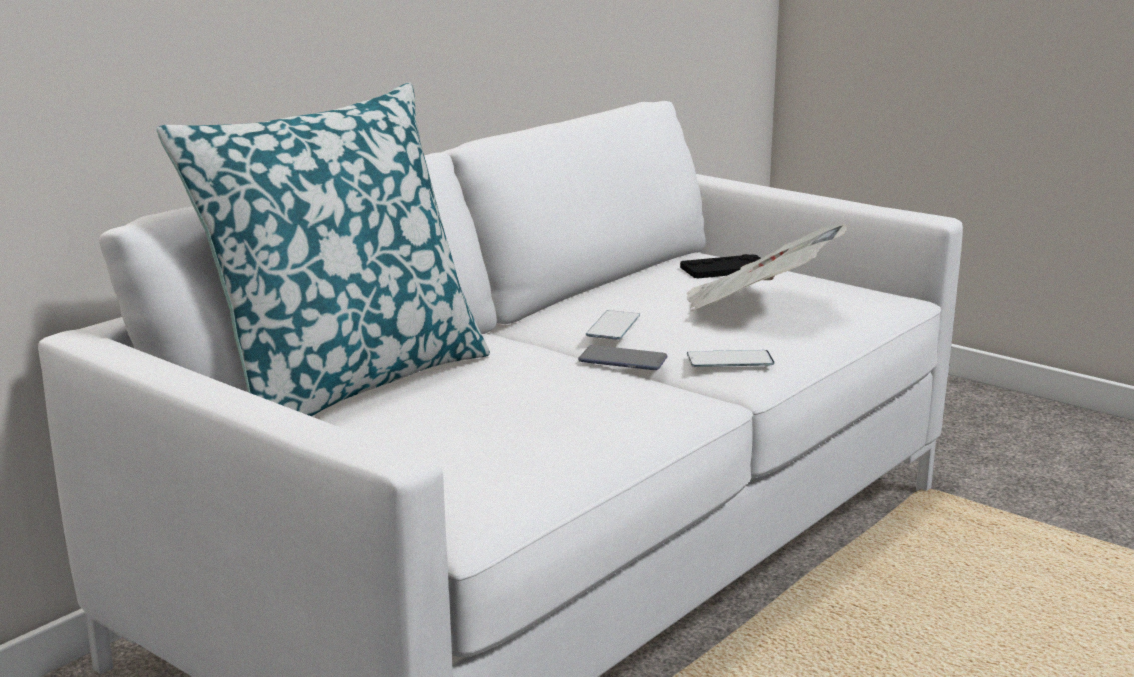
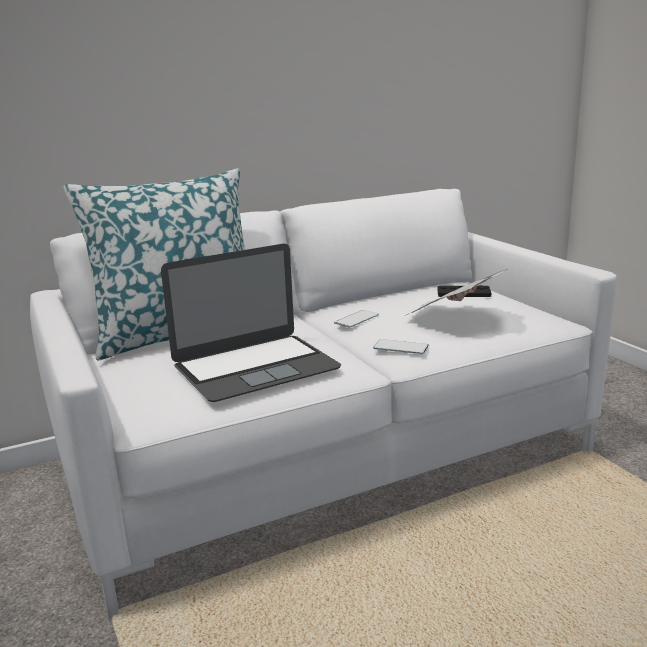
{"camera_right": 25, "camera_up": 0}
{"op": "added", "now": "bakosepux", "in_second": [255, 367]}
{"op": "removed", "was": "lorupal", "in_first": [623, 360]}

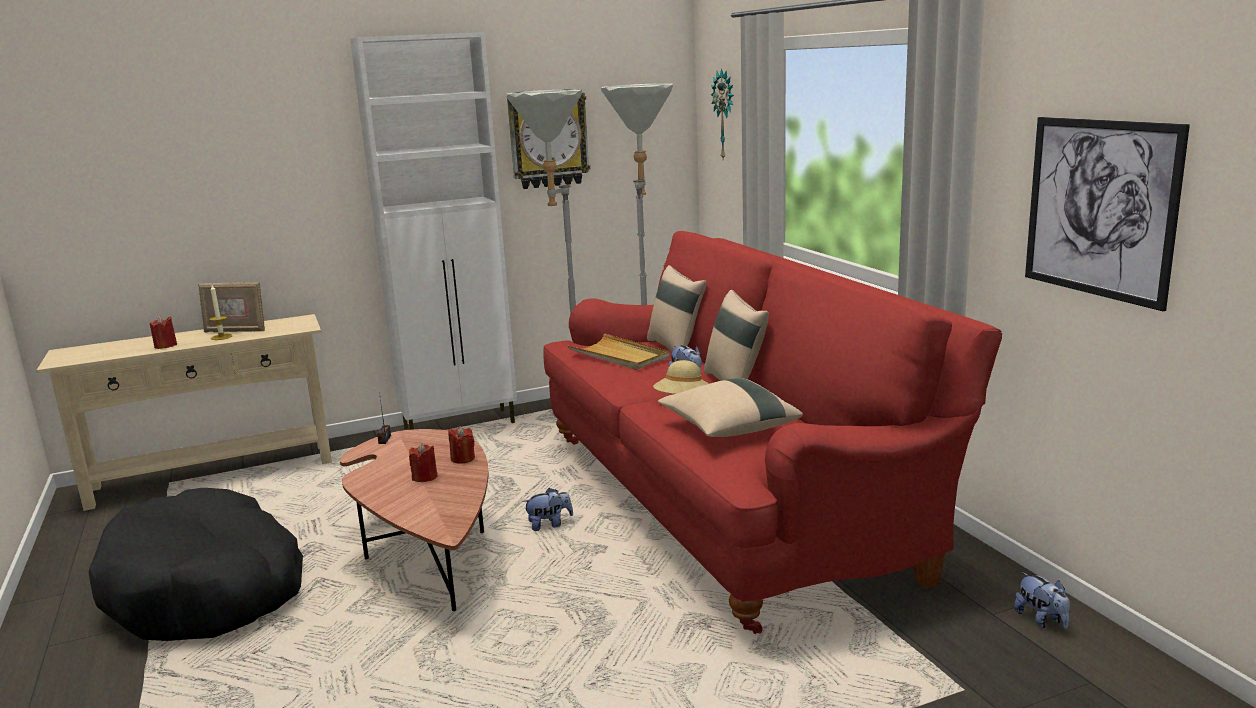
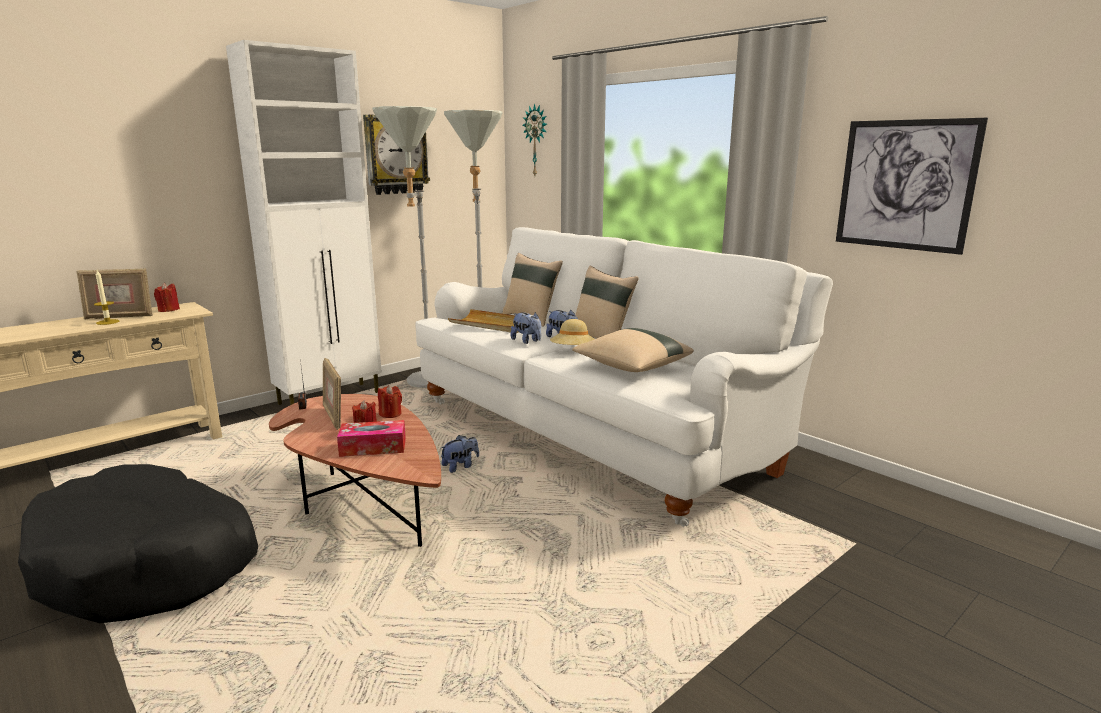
{"camera_right": -20, "camera_up": 0}
{"op": "moved", "was": "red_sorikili", "in_first": [165, 346], "in_second": [168, 310]}
{"op": "added", "now": "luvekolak", "in_second": [334, 417]}
{"op": "added", "now": "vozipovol", "in_second": [373, 447]}
{"op": "recoloured", "was": "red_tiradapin", "now": "white_tiradapin", "in_first": [729, 499], "in_second": [593, 432]}
{"op": "moved", "was": "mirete", "in_first": [1041, 620], "in_second": [527, 341]}

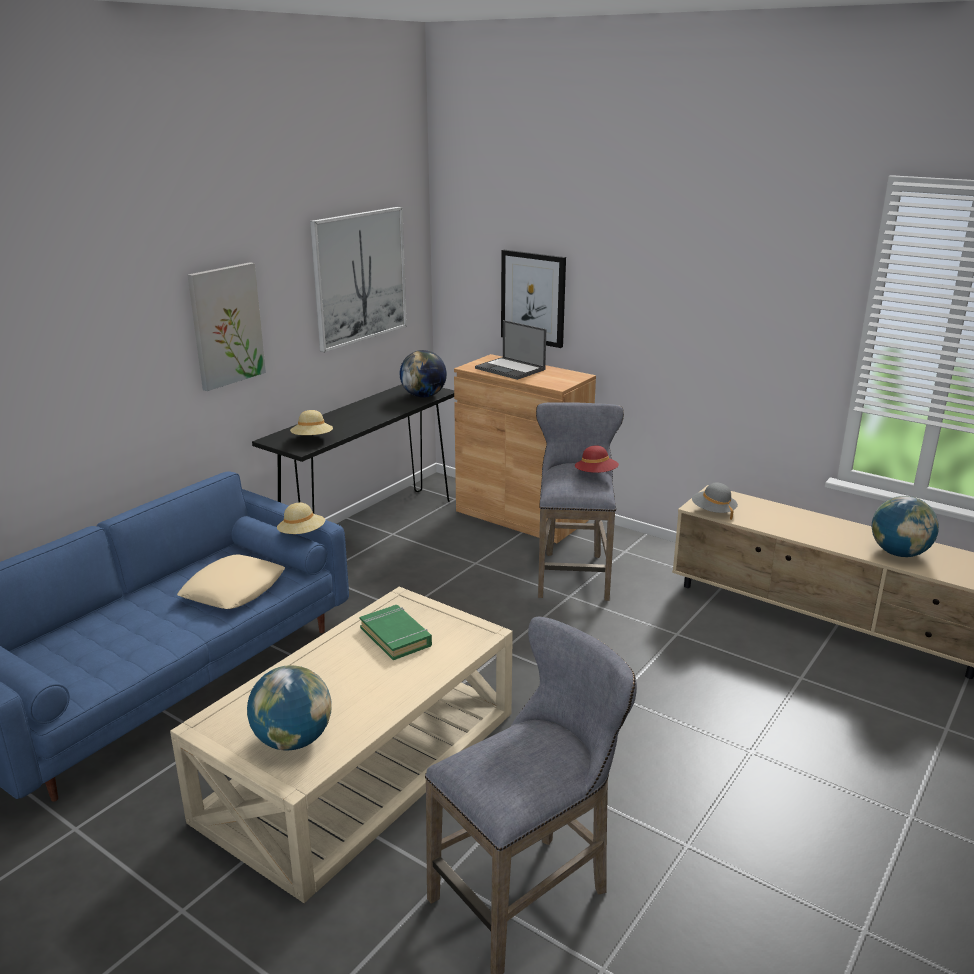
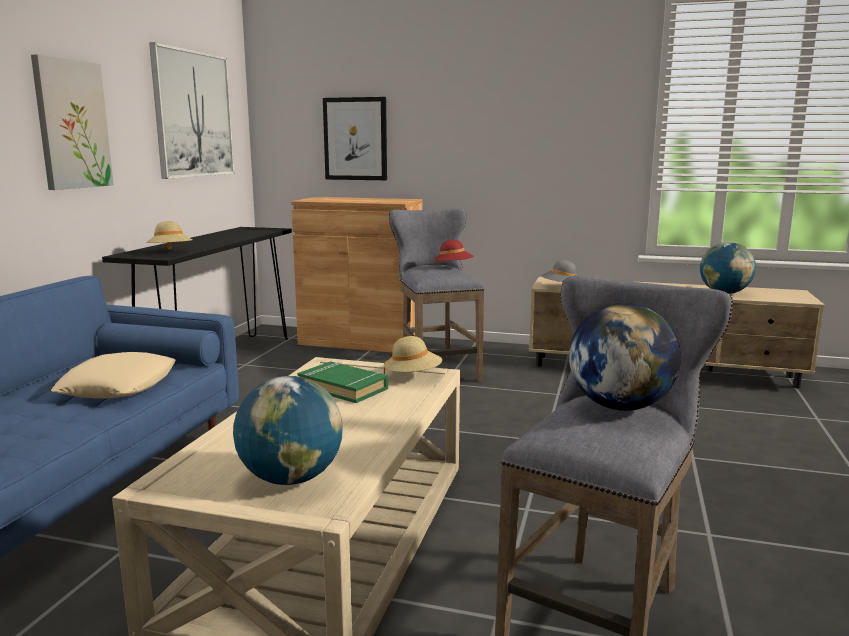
{"camera_right": -20, "camera_up": -10}
{"op": "moved", "was": "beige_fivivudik", "in_first": [302, 534], "in_second": [413, 376]}
{"op": "moved", "was": "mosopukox", "in_first": [423, 396], "in_second": [619, 406]}
{"op": "removed", "was": "bakosepux", "in_first": [511, 369]}

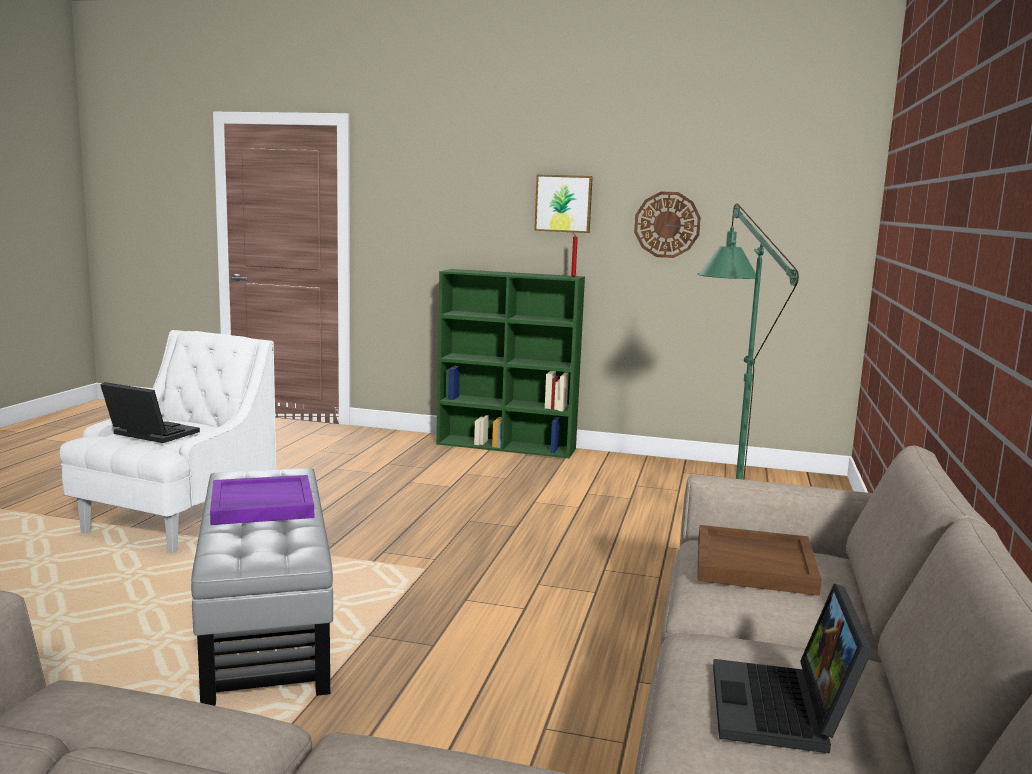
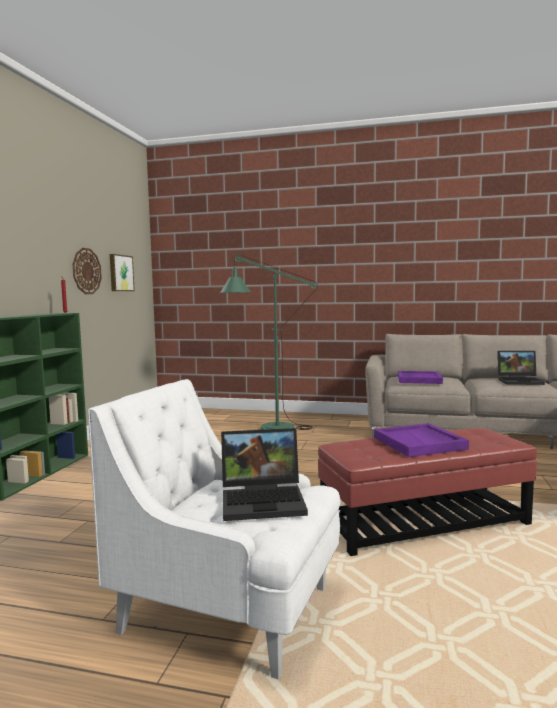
{"camera_right": -90, "camera_up": -5}
{"op": "moved", "was": "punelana", "in_first": [563, 203], "in_second": [120, 273]}
{"op": "turned", "was": "bakosepux", "in_first": [149, 434], "in_second": [264, 500], "clockwise": -120}
{"op": "recoloured", "was": "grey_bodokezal", "now": "red_bodokezal", "in_first": [267, 623], "in_second": [423, 523]}
{"op": "recoloured", "was": "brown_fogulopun", "now": "purple_fogulopun", "in_first": [755, 564], "in_second": [418, 379]}

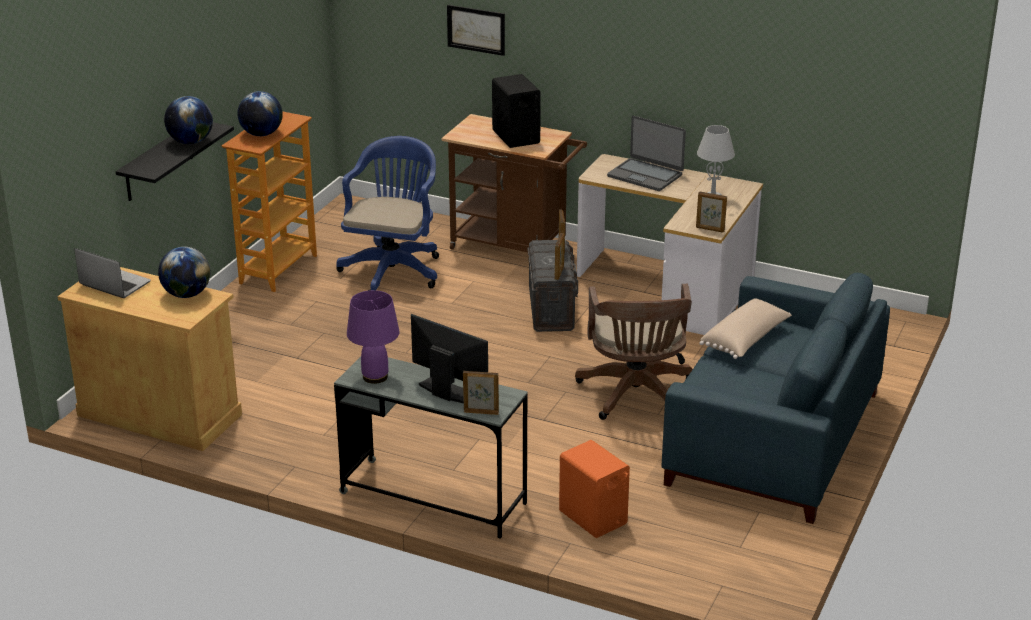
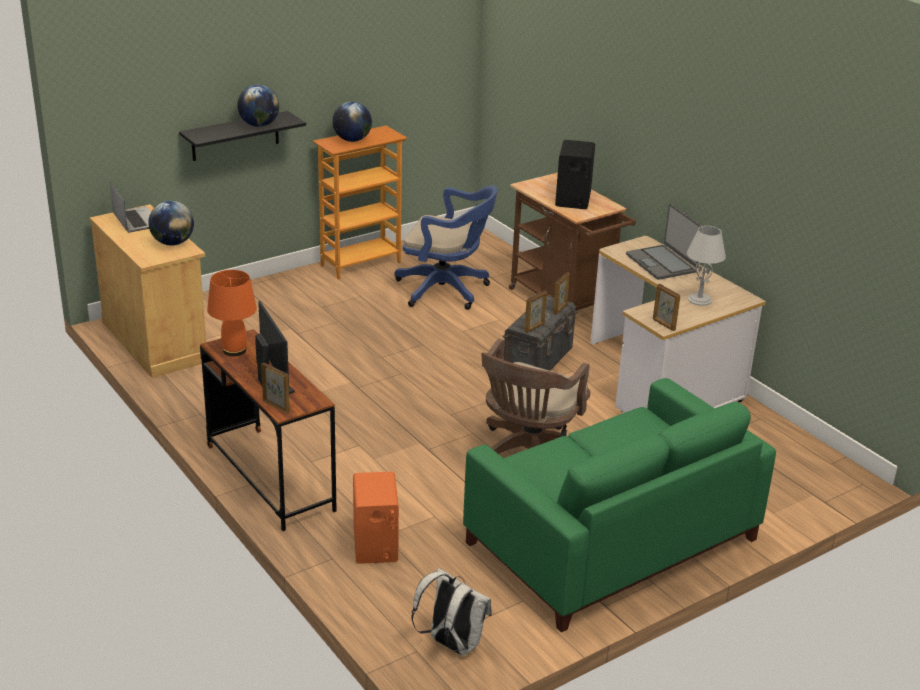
{"camera_right": 30, "camera_up": 0}
{"op": "recoloured", "was": "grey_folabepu", "now": "brown_folabepu", "in_first": [433, 498], "in_second": [269, 478]}
{"op": "recoloured", "was": "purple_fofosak", "now": "orange_fofosak", "in_first": [375, 377], "in_second": [234, 350]}
{"op": "turned", "was": "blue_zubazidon", "in_first": [393, 269], "in_second": [447, 290], "clockwise": 60}
{"op": "added", "now": "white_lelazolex", "in_second": [451, 644]}
{"op": "recoloured", "was": "blue_tiradapin", "now": "green_tiradapin", "in_first": [772, 438], "in_second": [610, 540]}
{"op": "removed", "was": "punelana", "in_first": [476, 29]}
{"op": "removed", "was": "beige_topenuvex", "in_first": [746, 340]}

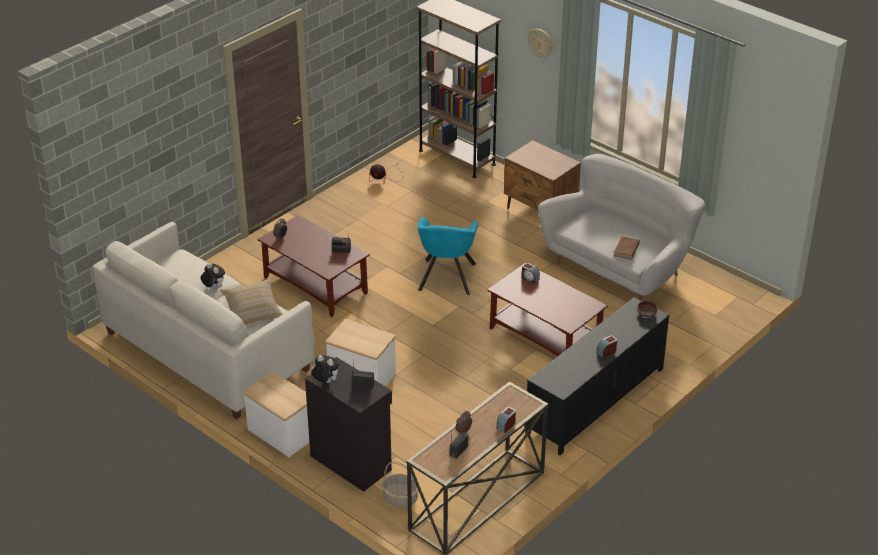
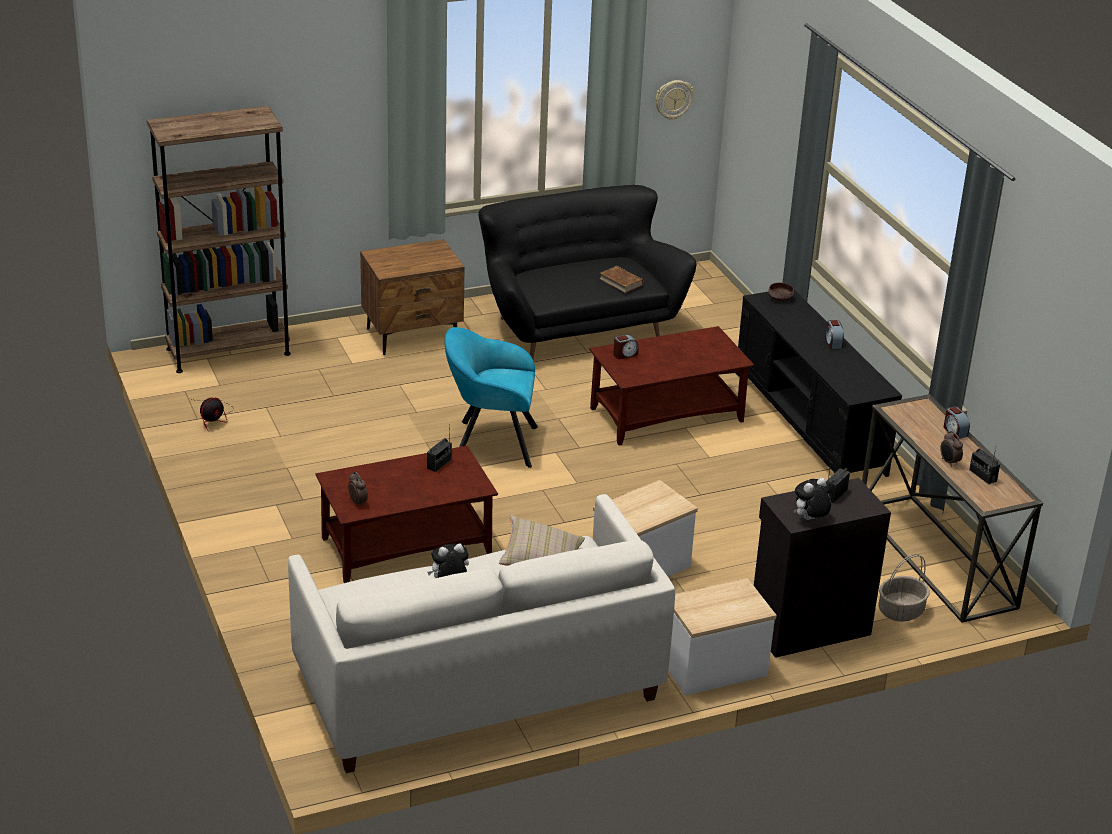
{"camera_right": -65, "camera_up": -5}
{"op": "turned", "was": "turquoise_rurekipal", "in_first": [446, 279], "in_second": [490, 443], "clockwise": 150}
{"op": "recoloured", "was": "white_tiradapin", "now": "black_tiradapin", "in_first": [619, 268], "in_second": [577, 326]}
{"op": "moved", "was": "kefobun", "in_first": [541, 43], "in_second": [673, 99]}

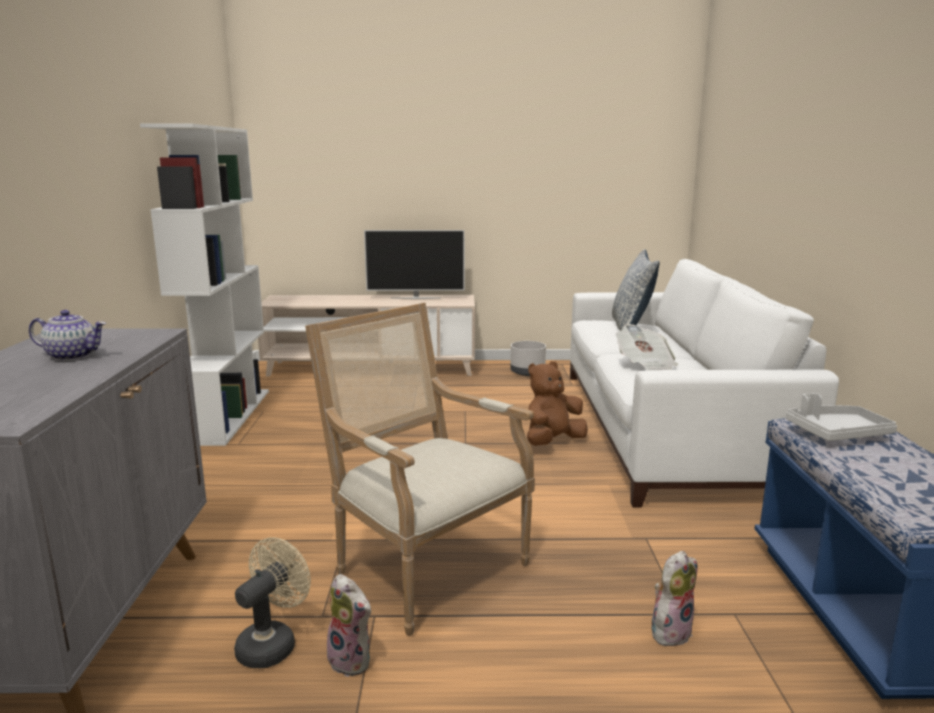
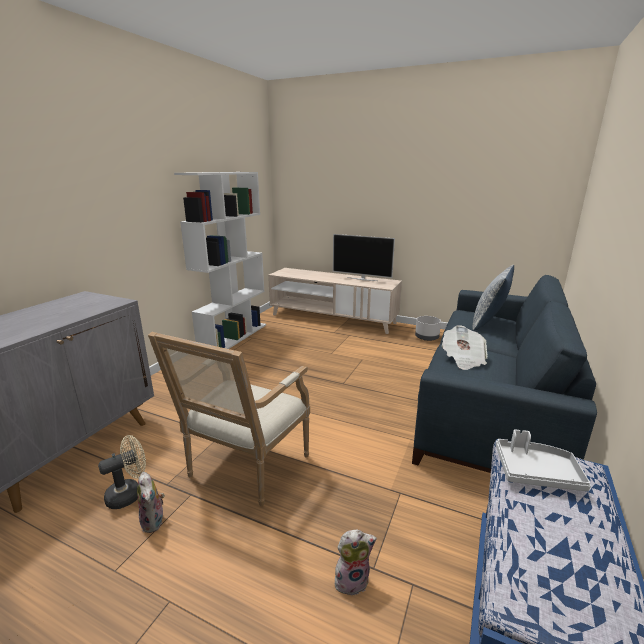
{"camera_right": 25, "camera_up": 5}
{"op": "turned", "was": "rurekipal", "in_first": [423, 567], "in_second": [244, 469], "clockwise": -135}
{"op": "recoloured", "was": "white_tiradapin", "now": "blue_tiradapin", "in_first": [664, 428], "in_second": [490, 402]}
{"op": "removed", "was": "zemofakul", "in_first": [73, 356]}
{"op": "removed", "was": "brown_mirete", "in_first": [552, 442]}

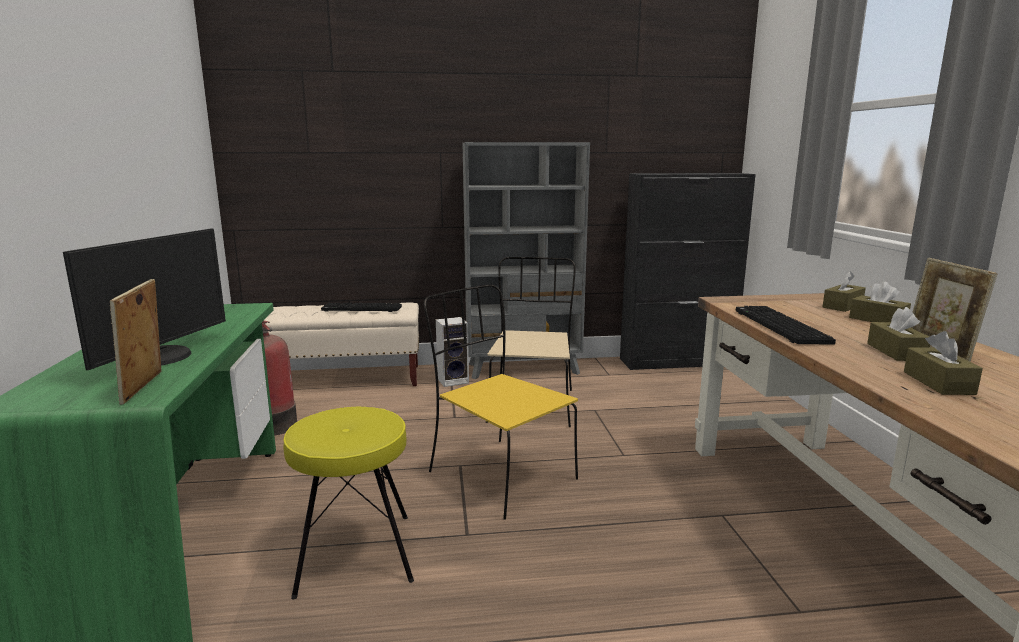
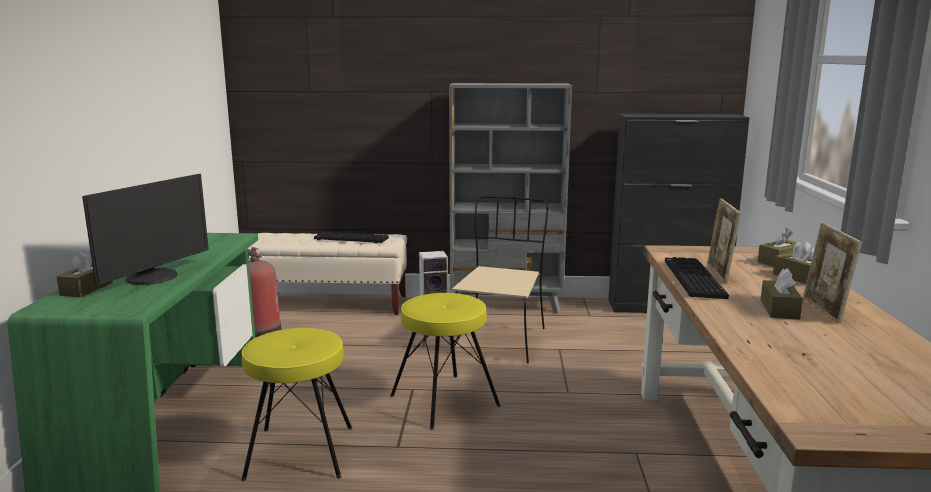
{"camera_right": 10, "camera_up": 0}
{"op": "moved", "was": "brown_vozipovol", "in_first": [938, 383], "in_second": [86, 289]}
{"op": "replaced", "was": "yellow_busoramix", "now": "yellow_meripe", "in_first": [499, 475], "in_second": [444, 400]}
{"op": "moved", "was": "luvekolak", "in_first": [145, 388], "in_second": [719, 274]}

